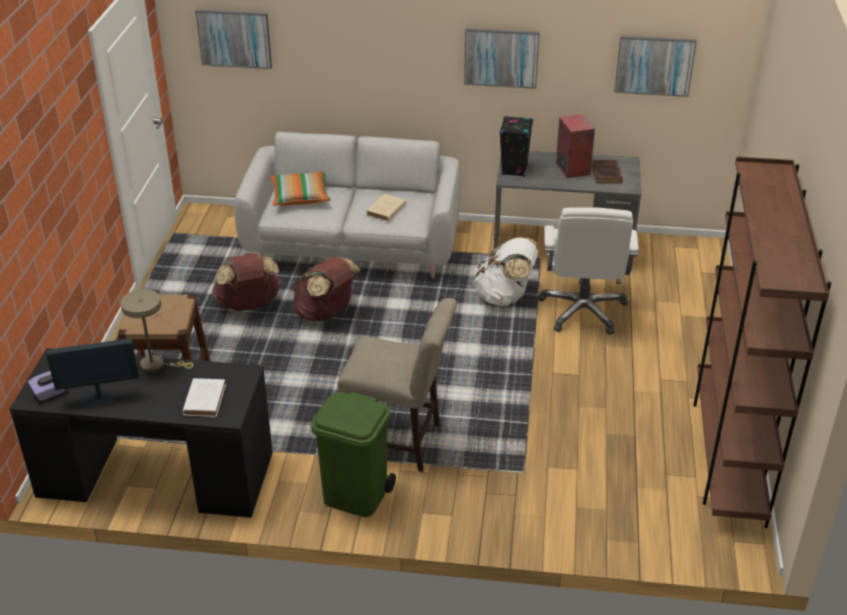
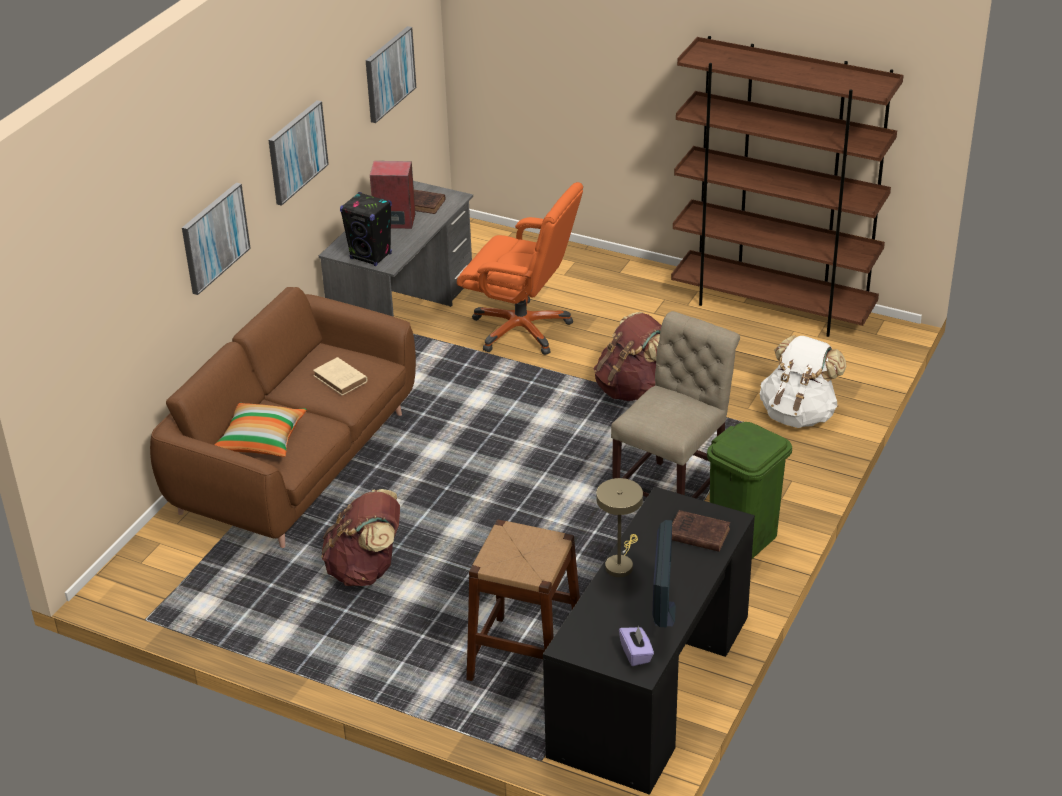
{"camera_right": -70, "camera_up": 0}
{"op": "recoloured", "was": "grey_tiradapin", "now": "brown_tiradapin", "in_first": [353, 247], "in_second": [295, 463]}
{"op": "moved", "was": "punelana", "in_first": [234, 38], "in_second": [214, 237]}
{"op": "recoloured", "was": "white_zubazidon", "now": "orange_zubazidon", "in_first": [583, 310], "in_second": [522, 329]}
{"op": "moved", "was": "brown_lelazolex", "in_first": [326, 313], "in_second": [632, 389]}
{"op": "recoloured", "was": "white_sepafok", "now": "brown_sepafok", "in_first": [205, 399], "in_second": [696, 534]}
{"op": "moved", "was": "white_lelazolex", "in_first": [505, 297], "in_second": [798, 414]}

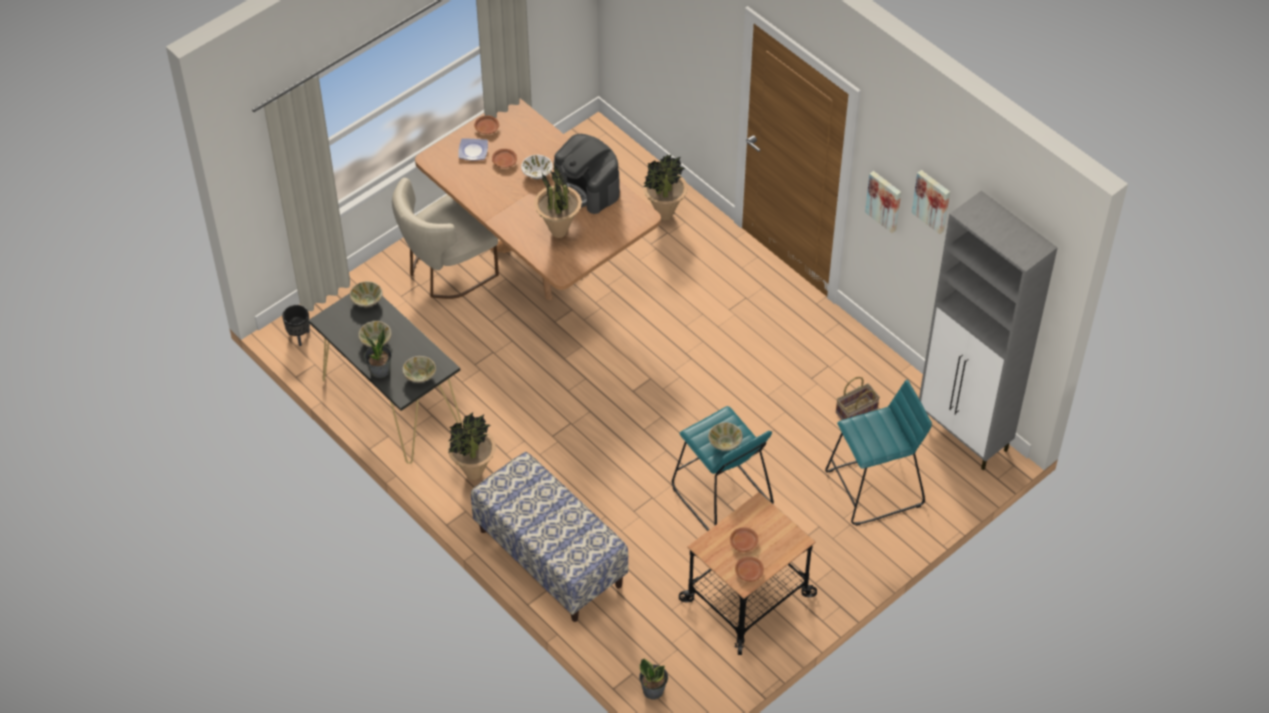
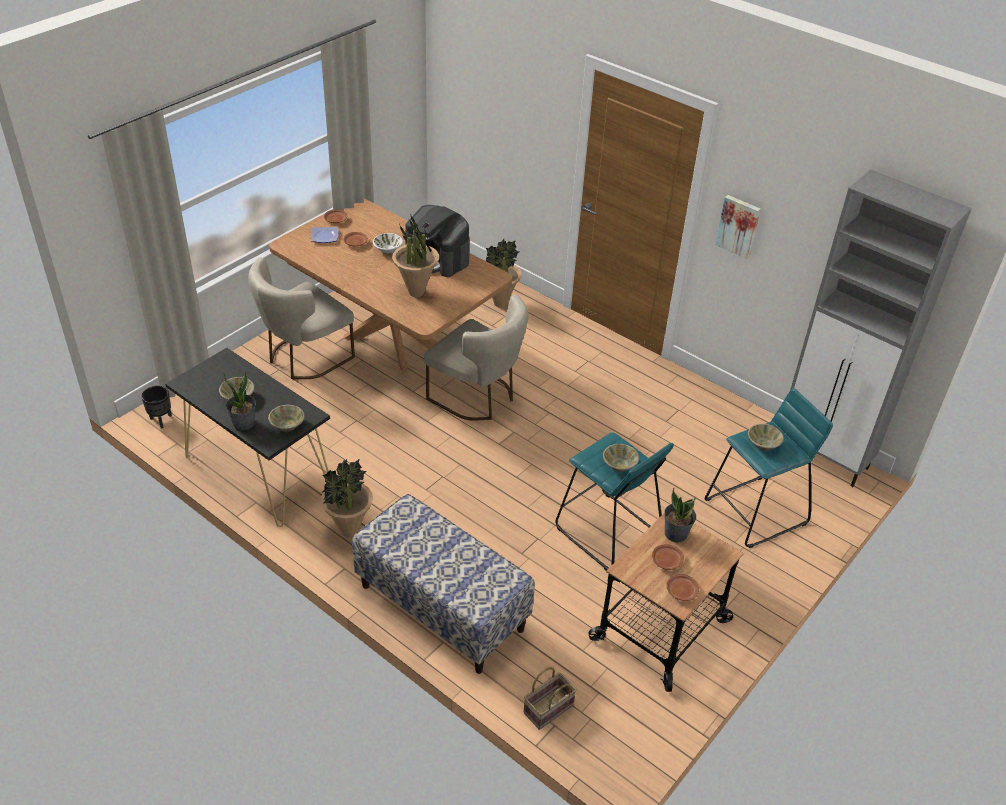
{"camera_right": -10, "camera_up": -10}
{"op": "added", "now": "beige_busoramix", "in_second": [478, 397]}
{"op": "moved", "was": "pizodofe", "in_first": [856, 412], "in_second": [548, 710]}
{"op": "moved", "was": "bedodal", "in_first": [653, 690], "in_second": [675, 533]}
{"op": "moved", "was": "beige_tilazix", "in_first": [366, 300], "in_second": [763, 444]}
{"op": "removed", "was": "punelana", "in_first": [932, 200]}

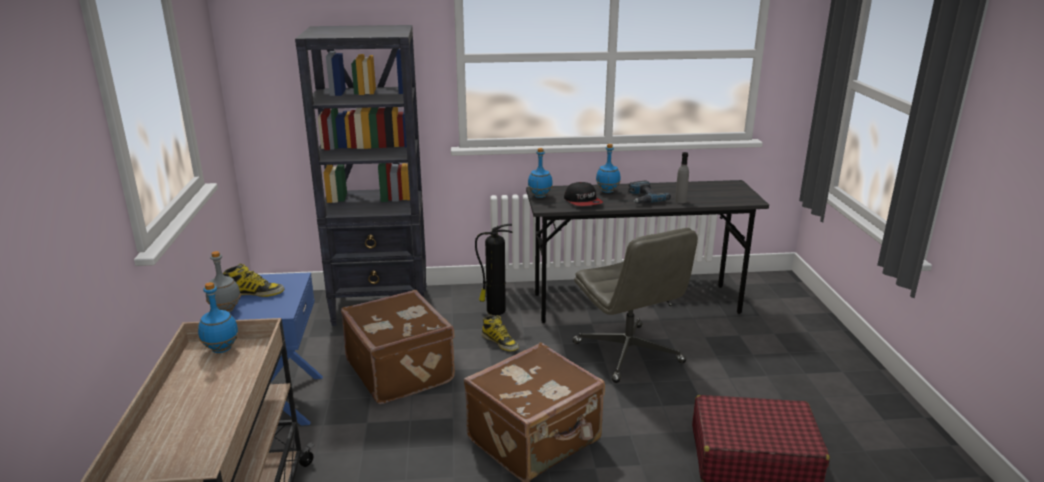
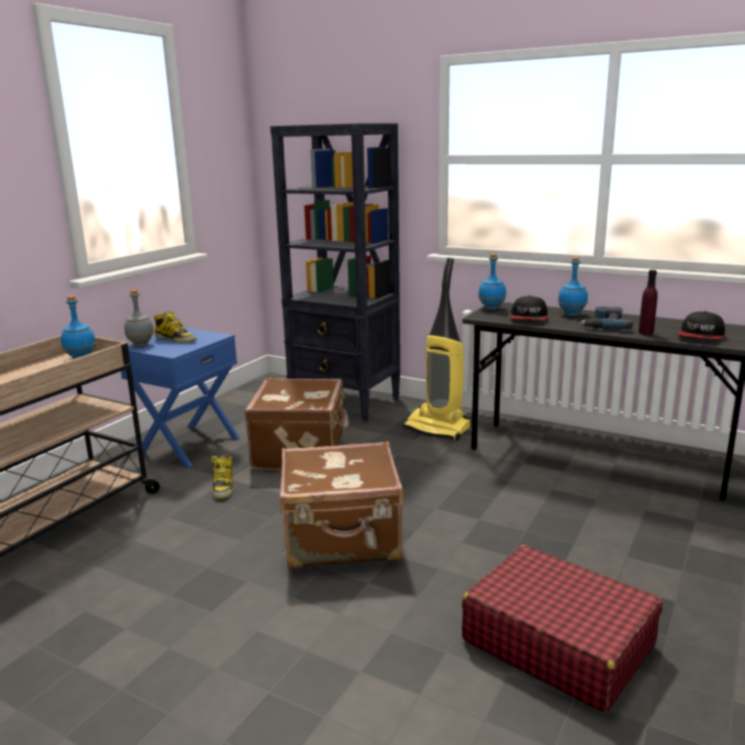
{"camera_right": 35, "camera_up": -5}
{"op": "moved", "was": "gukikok", "in_first": [500, 342], "in_second": [223, 486]}
{"op": "replaced", "was": "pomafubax", "now": "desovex", "in_first": [494, 311], "in_second": [438, 428]}
{"op": "recoloured", "was": "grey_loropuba", "now": "purple_loropuba", "in_first": [680, 201], "in_second": [645, 333]}
{"op": "added", "now": "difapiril", "in_second": [701, 336]}
{"op": "removed", "was": "grey_zubazidon", "in_first": [629, 353]}

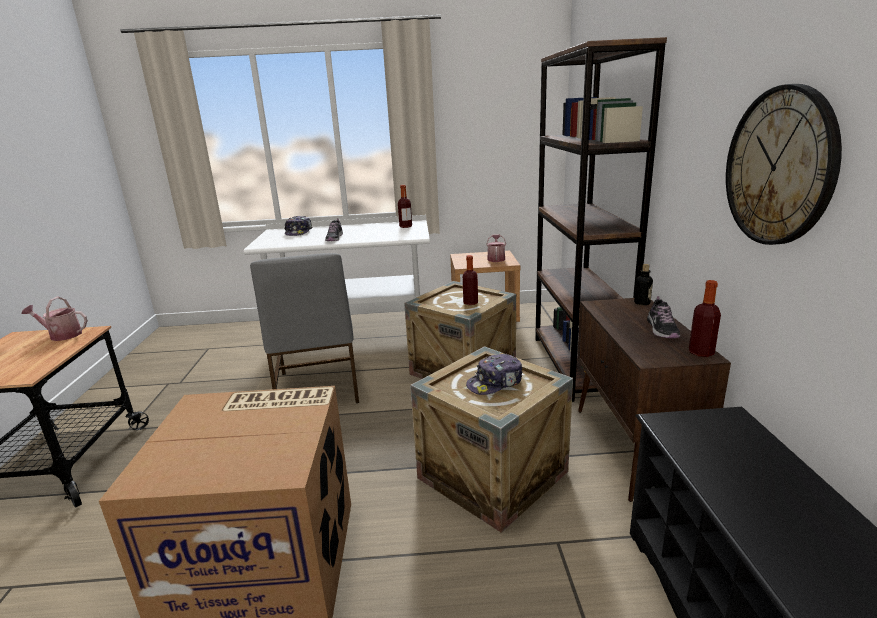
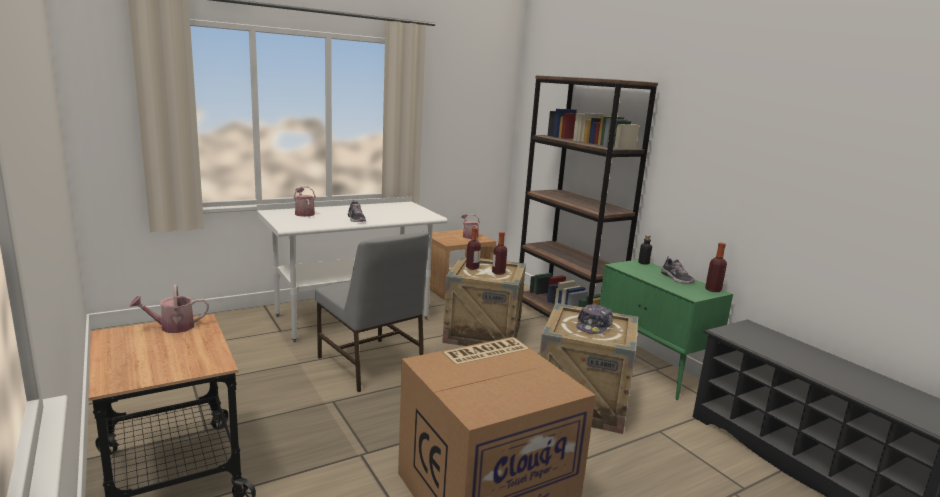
{"camera_right": -30, "camera_up": -5}
{"op": "replaced", "was": "difapiril", "now": "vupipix", "in_first": [299, 232], "in_second": [304, 213]}
{"op": "moved", "was": "loropuba", "in_first": [405, 226], "in_second": [472, 268]}
{"op": "recoloured", "was": "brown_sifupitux", "now": "green_sifupitux", "in_first": [632, 449], "in_second": [651, 370]}
{"op": "removed", "was": "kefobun", "in_first": [779, 167]}

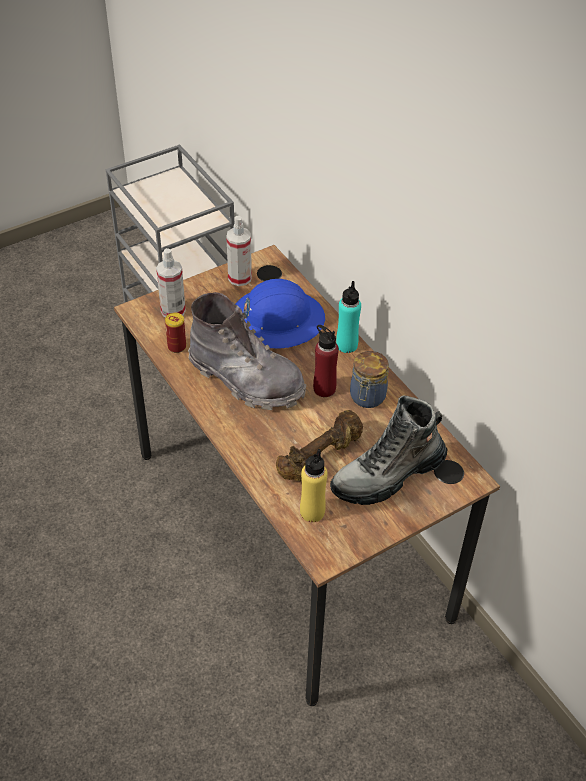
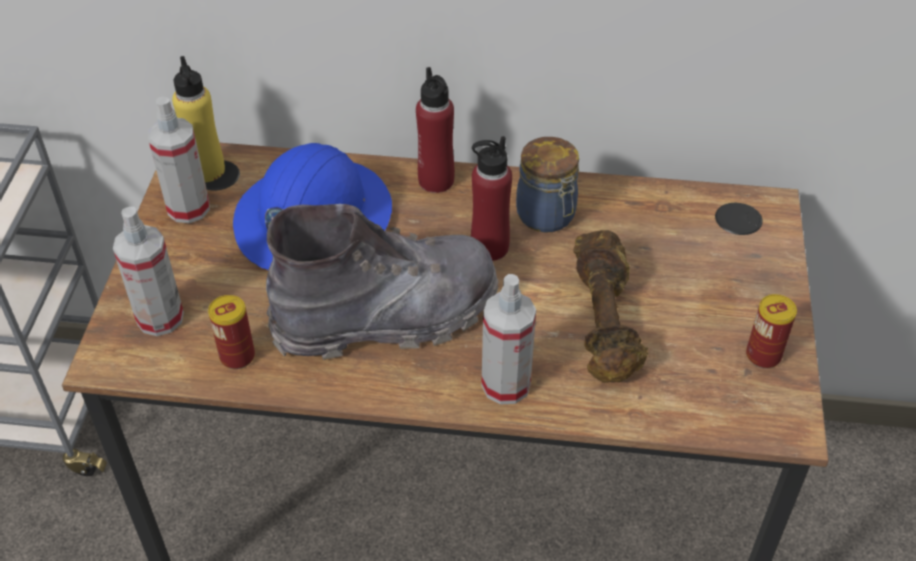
{"camera_right": -50, "camera_up": 0}
{"op": "moved", "was": "yellow_loropuba", "in_first": [312, 512], "in_second": [207, 170]}
{"op": "recoloured", "was": "turquoise_loropuba", "now": "red_loropuba", "in_first": [346, 345], "in_second": [436, 180]}
{"op": "added", "now": "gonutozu", "in_second": [506, 385]}
{"op": "added", "now": "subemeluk", "in_second": [763, 355]}
{"op": "removed", "was": "gukikok", "in_first": [388, 475]}

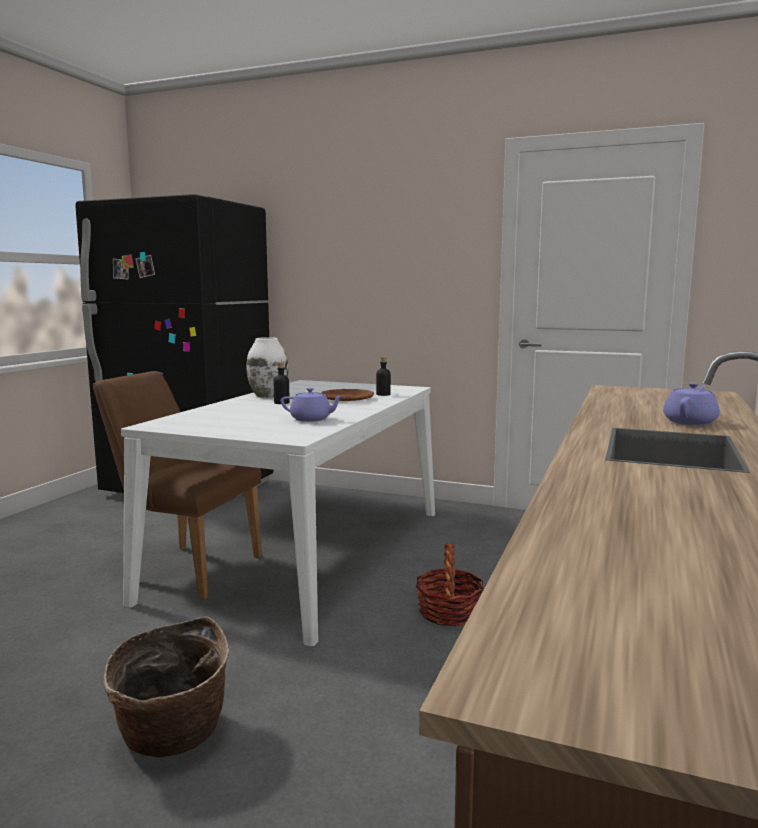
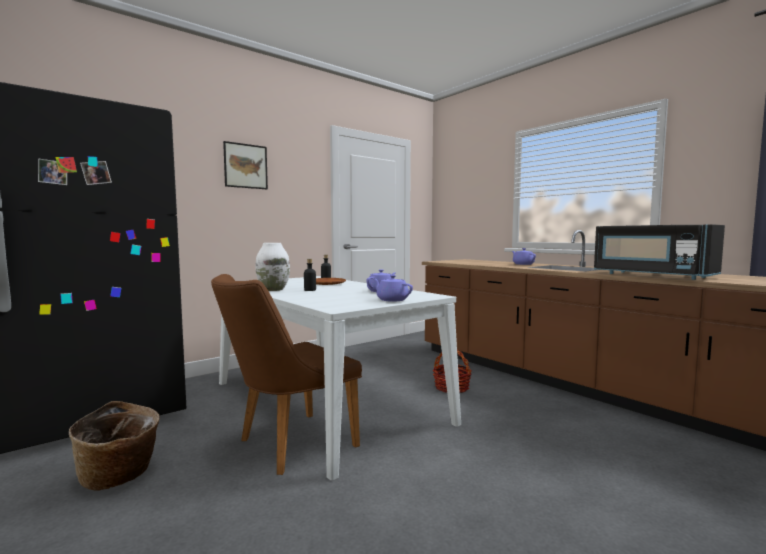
{"camera_right": -60, "camera_up": -5}
{"op": "moved", "was": "pizodofe", "in_first": [172, 737], "in_second": [119, 476]}
{"op": "added", "now": "punelana", "in_second": [245, 166]}
{"op": "added", "now": "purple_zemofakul", "in_second": [391, 300]}
{"op": "added", "now": "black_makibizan", "in_second": [651, 275]}

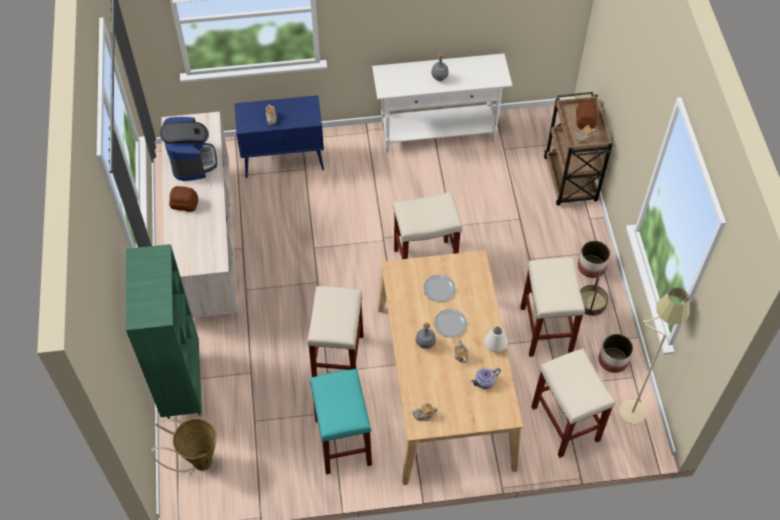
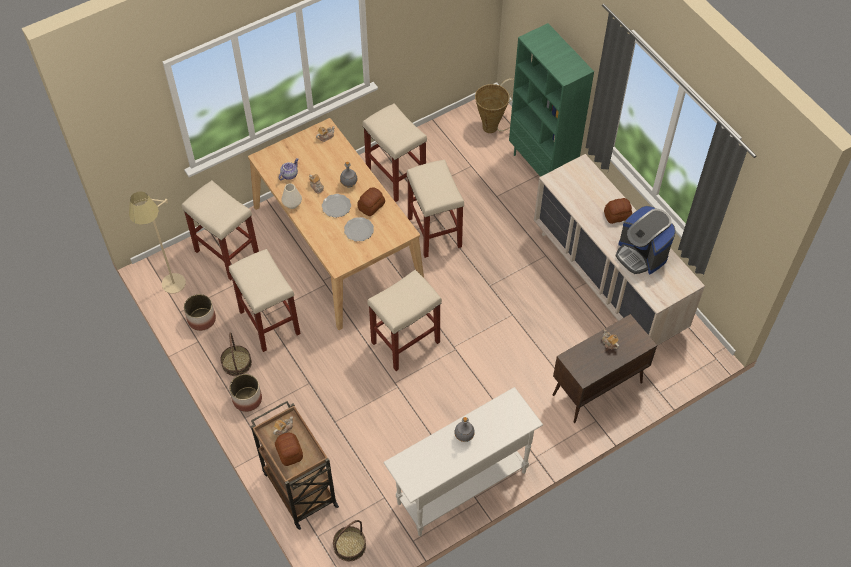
{"camera_right": 155, "camera_up": 0}
{"op": "added", "now": "pizodofe", "in_second": [349, 545]}
{"op": "added", "now": "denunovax", "in_second": [371, 206]}
{"op": "recoloured", "was": "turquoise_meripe", "now": "beige_meripe", "in_first": [342, 441], "in_second": [396, 177]}
{"op": "recoloured", "was": "blue_sifupitux", "now": "brown_sifupitux", "in_first": [284, 160], "in_second": [596, 389]}

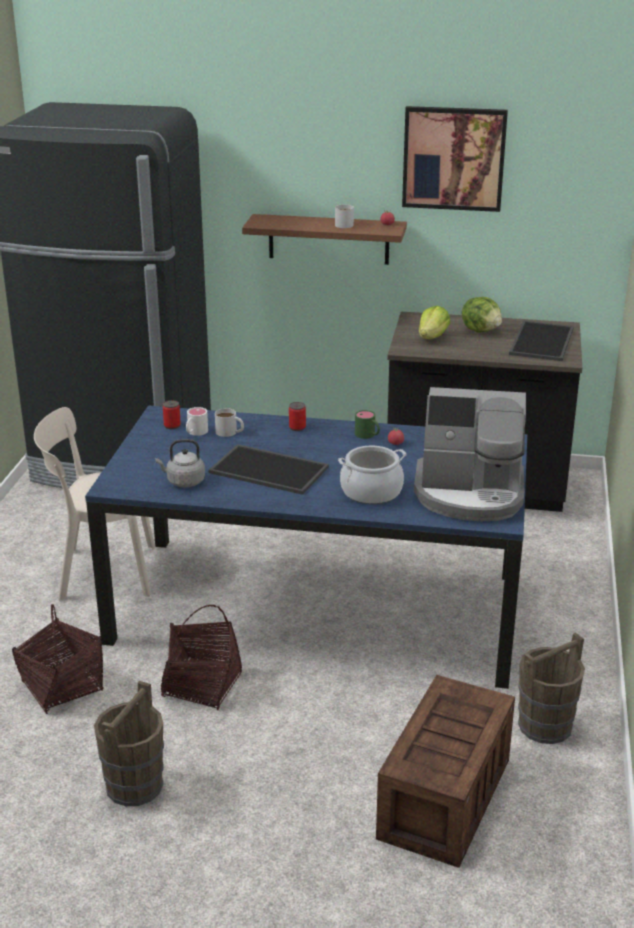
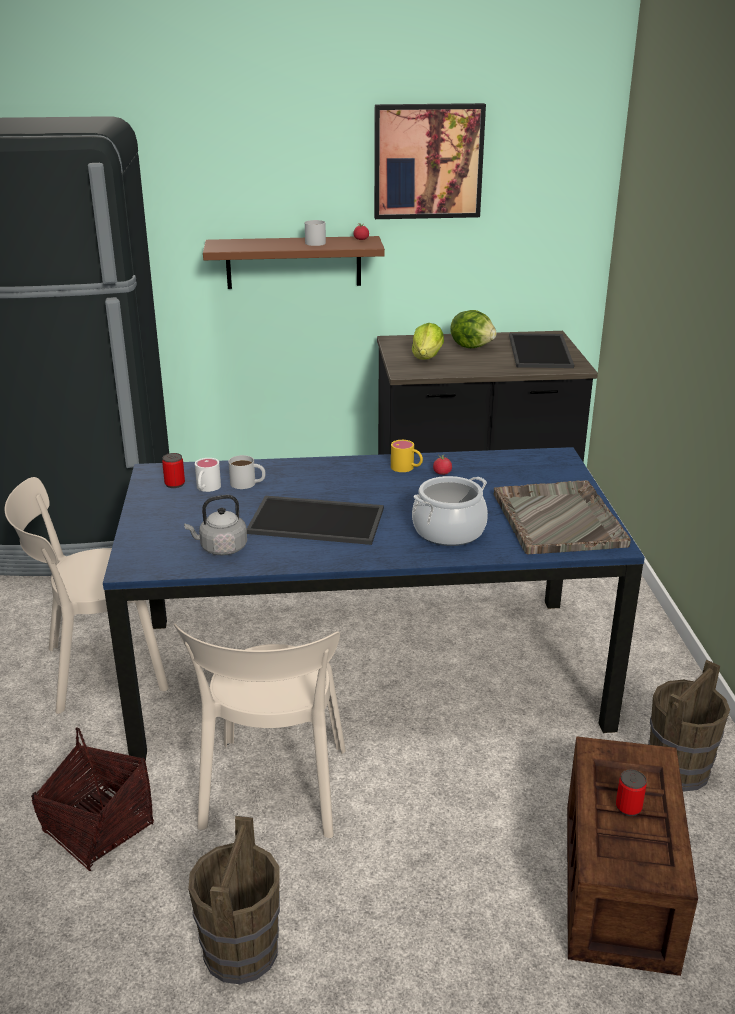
{"camera_right": -15, "camera_up": 0}
{"op": "replaced", "was": "pizodofe", "now": "beige_busoramix", "in_first": [201, 685], "in_second": [273, 793]}
{"op": "recoloured", "was": "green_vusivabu", "now": "yellow_vusivabu", "in_first": [368, 435], "in_second": [407, 468]}
{"op": "replaced", "was": "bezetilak", "now": "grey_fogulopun", "in_first": [470, 494], "in_second": [558, 519]}
{"op": "moved", "was": "subemeluk", "in_first": [297, 428], "in_second": [628, 807]}

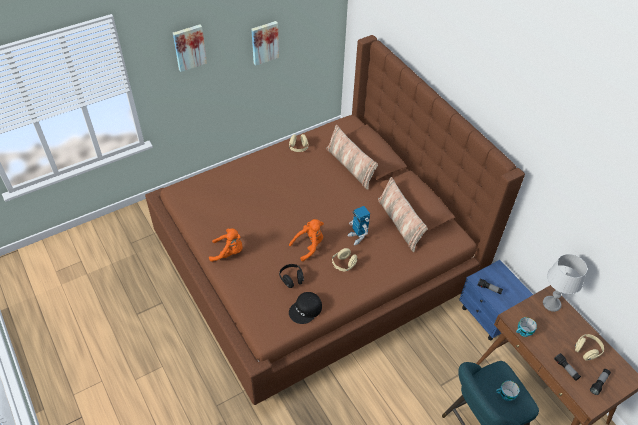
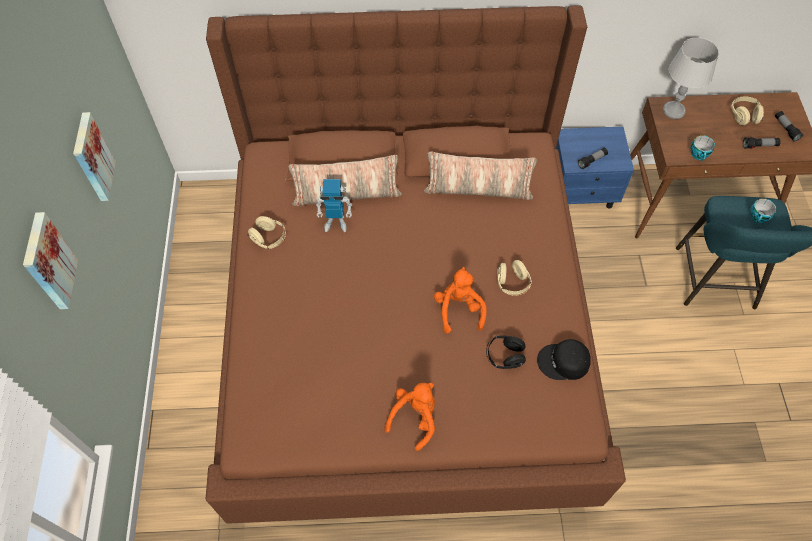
{"camera_right": -60, "camera_up": 10}
{"op": "moved", "was": "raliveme", "in_first": [357, 237], "in_second": [335, 222]}
{"op": "turned", "was": "black_difapiril", "in_first": [306, 310], "in_second": [564, 362], "clockwise": 105}

